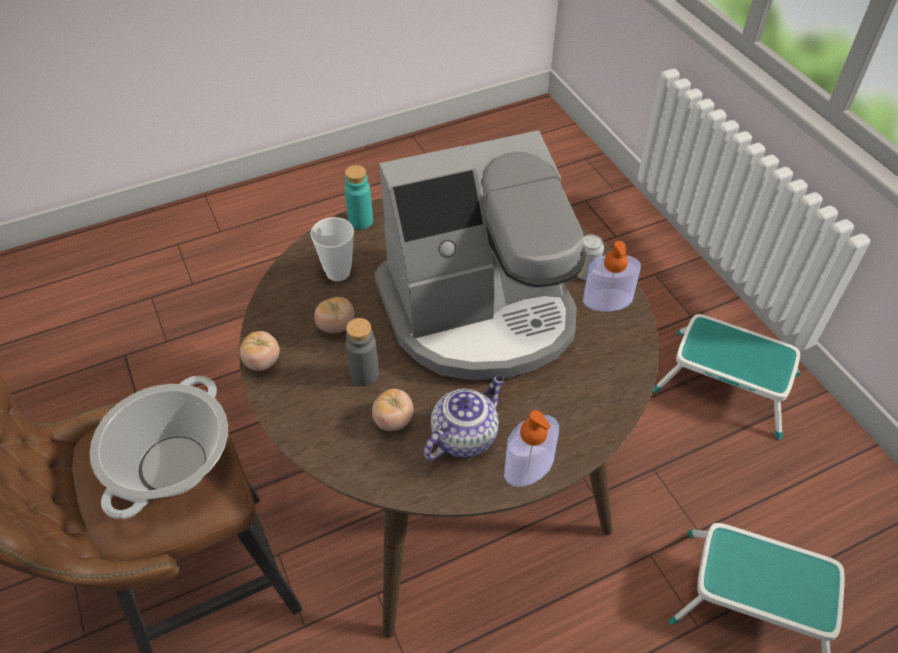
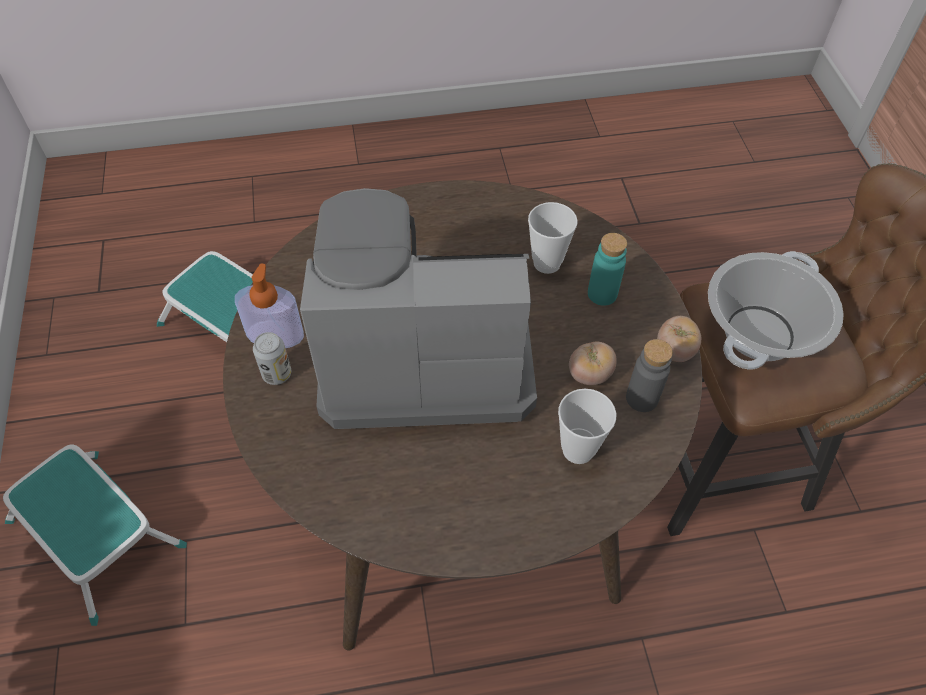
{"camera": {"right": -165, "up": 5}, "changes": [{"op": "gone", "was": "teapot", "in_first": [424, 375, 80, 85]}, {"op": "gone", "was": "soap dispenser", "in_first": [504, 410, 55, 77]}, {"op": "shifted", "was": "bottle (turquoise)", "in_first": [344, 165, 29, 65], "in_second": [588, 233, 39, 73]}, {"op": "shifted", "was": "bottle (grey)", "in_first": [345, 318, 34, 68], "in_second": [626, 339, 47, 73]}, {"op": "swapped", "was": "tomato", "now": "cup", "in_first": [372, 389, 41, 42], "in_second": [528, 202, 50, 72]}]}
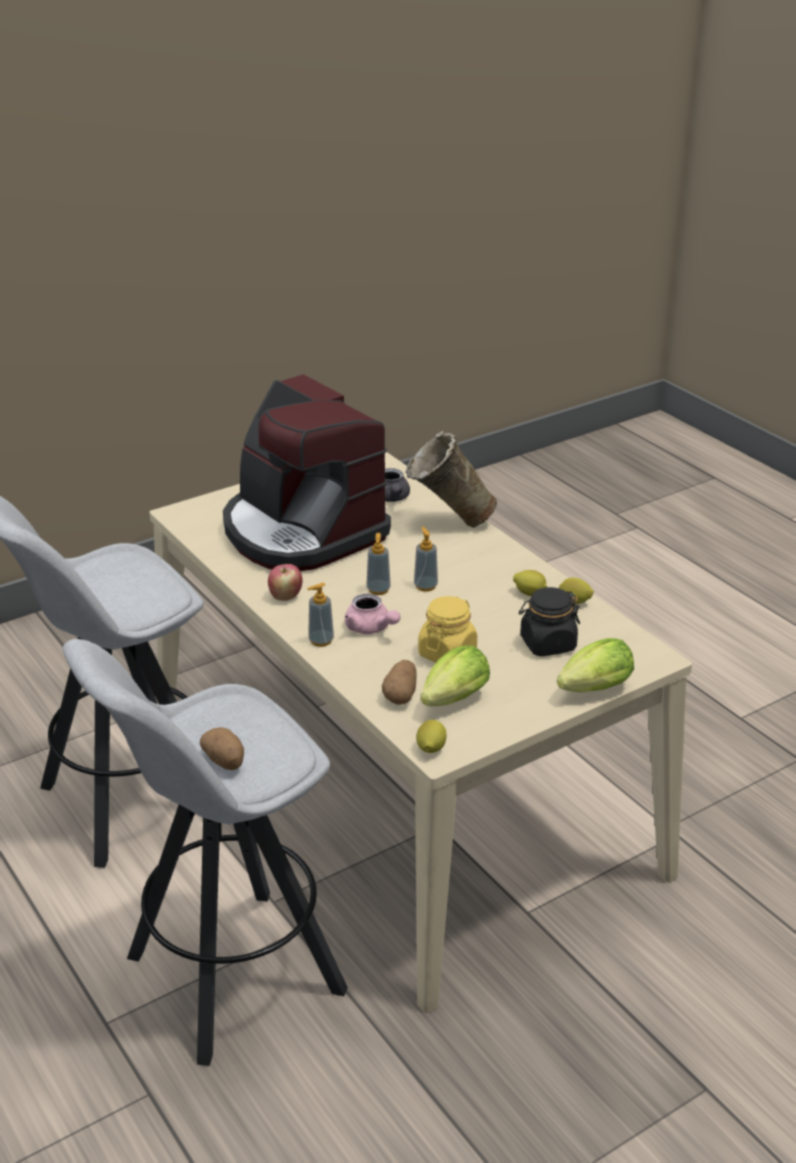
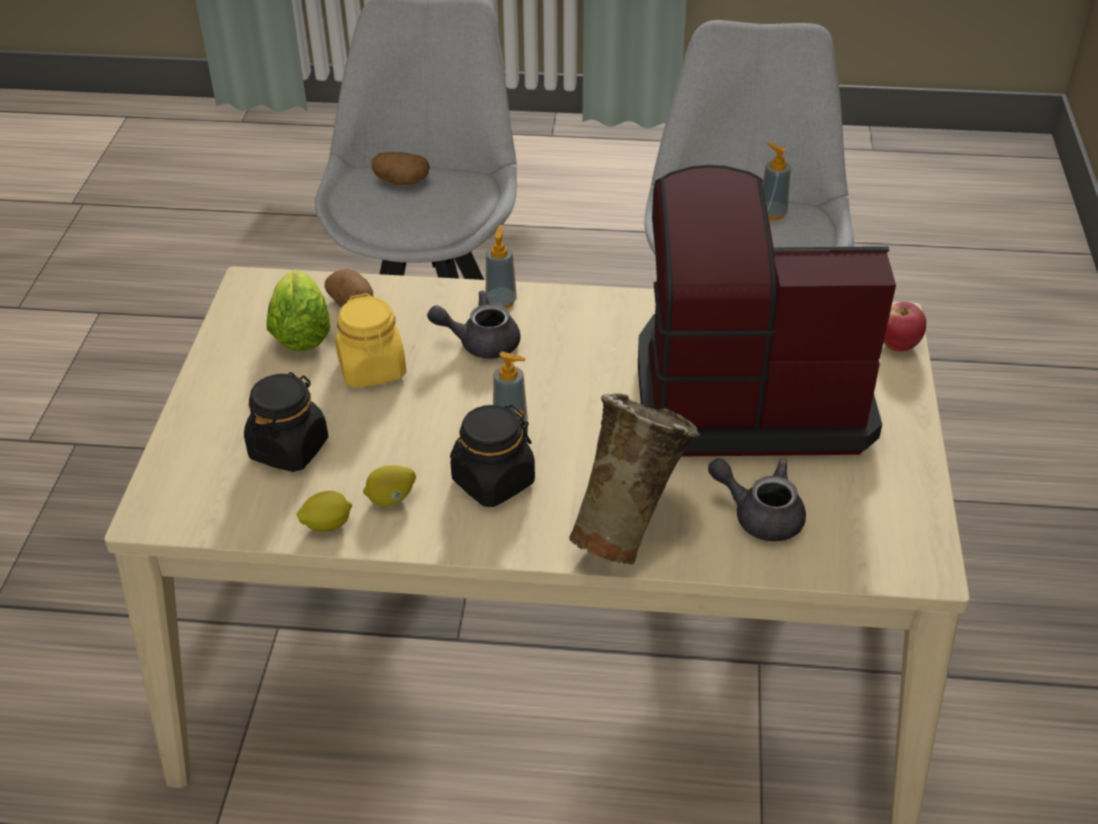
{"camera": {"right": 130, "up": 10}, "changes": [{"op": "gone", "was": "lemon", "in_first": [416, 720, 30, 33]}, {"op": "gone", "was": "lettuce", "in_first": [557, 638, 77, 54]}, {"op": "new", "now": "jar (black)", "in_second": [450, 405, 85, 102]}, {"op": "shifted", "was": "apple", "in_first": [268, 564, 34, 37], "in_second": [884, 302, 42, 50]}, {"op": "shifted", "was": "soap dispenser", "in_first": [366, 533, 25, 62], "in_second": [762, 142, 29, 79]}, {"op": "repainted", "was": "teapot (pink)", "now": "teapot (grey)", "in_first": [345, 594, 56, 40], "in_second": [427, 291, 94, 68]}]}
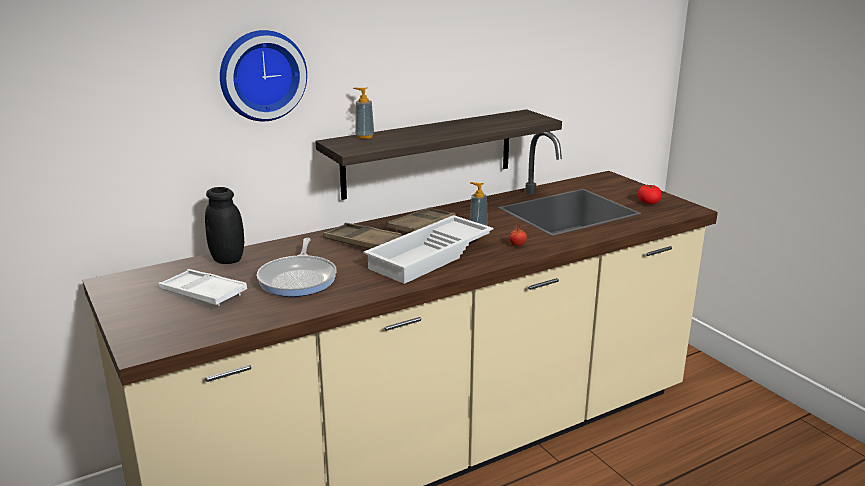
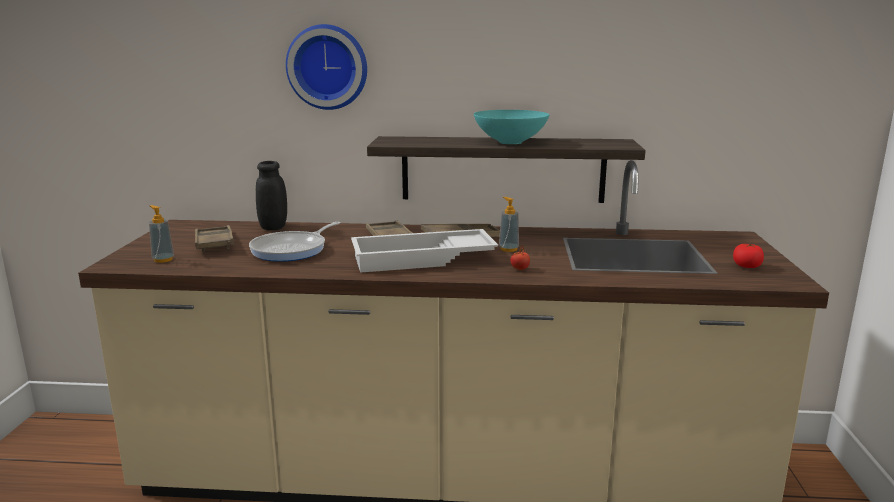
{"camera": {"right": 35, "up": -5}, "changes": [{"op": "new", "now": "bowl (turquoise)", "in_second": [474, 110, 75, 34]}, {"op": "shifted", "was": "soap dispenser", "in_first": [353, 87, 21, 52], "in_second": [149, 205, 25, 58]}, {"op": "repainted", "was": "tray (white)", "now": "tray (brown)", "in_first": [158, 269, 89, 37], "in_second": [195, 225, 39, 27]}]}
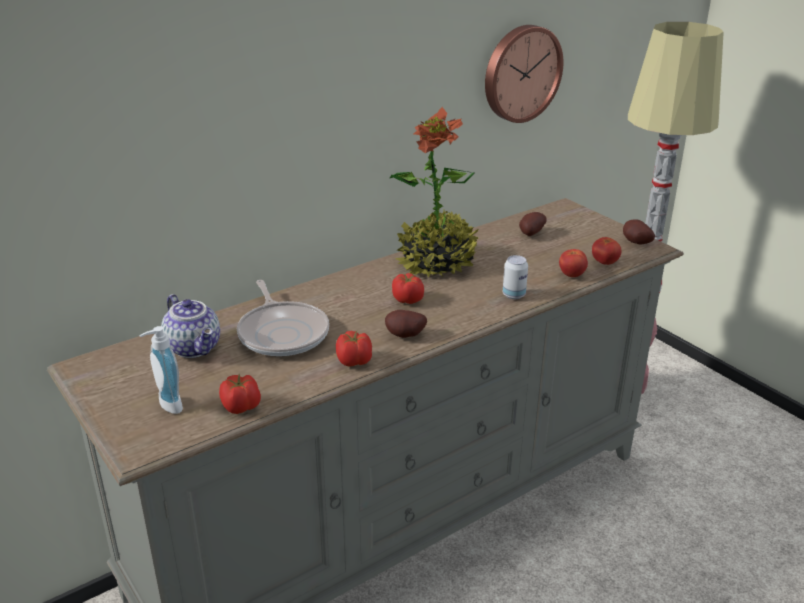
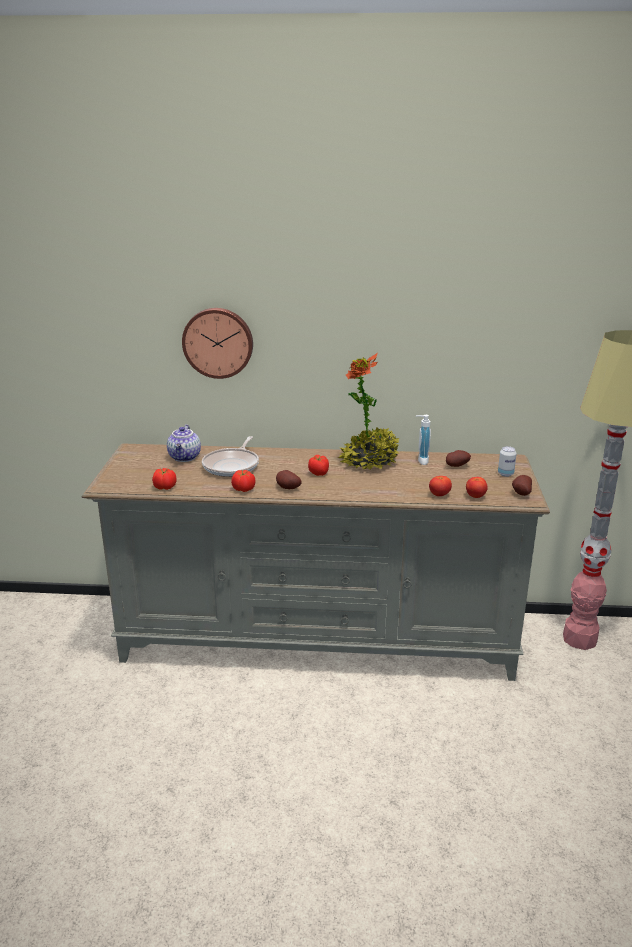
{"camera": {"right": 40, "up": -5}, "changes": [{"op": "shifted", "was": "soap dispenser", "in_first": [139, 326, 44, 88], "in_second": [416, 415, 15, 50]}, {"op": "shifted", "was": "wall clock", "in_first": [485, 25, 78, 98], "in_second": [182, 308, 71, 71]}, {"op": "shifted", "was": "can", "in_first": [503, 255, 25, 44], "in_second": [498, 446, 19, 31]}]}
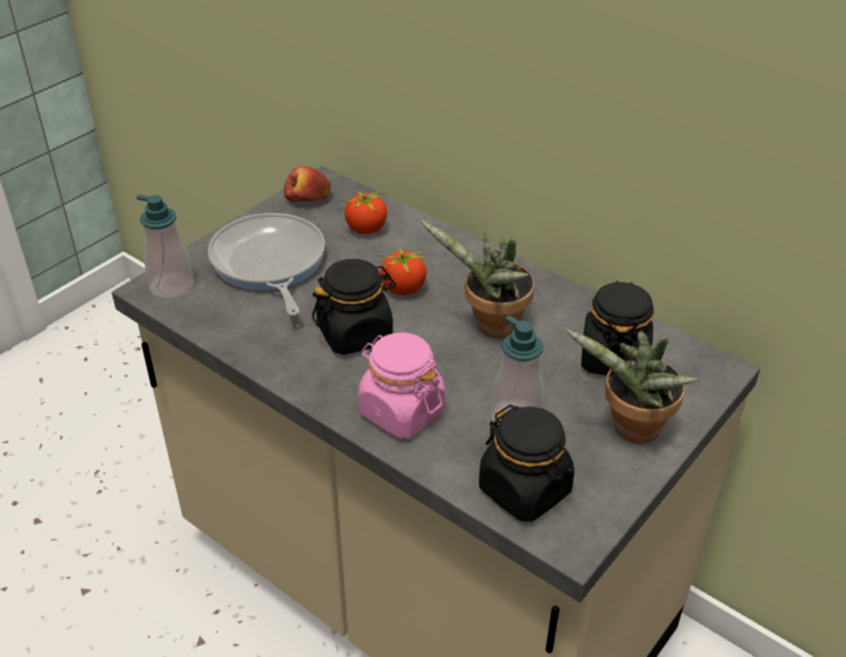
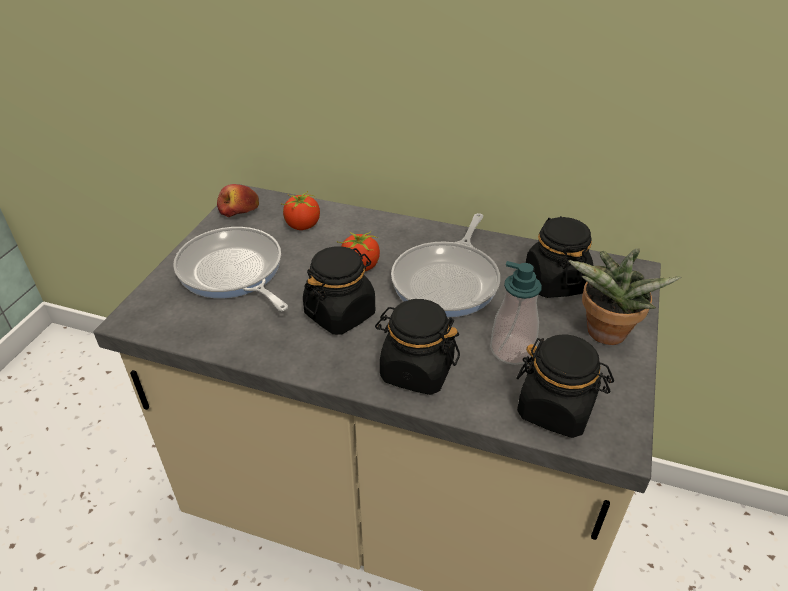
{"camera": {"right": -20, "up": 0}, "changes": [{"op": "gone", "was": "soap dispenser", "in_first": [136, 195, 58, 104]}, {"op": "swapped", "was": "potted plant", "now": "frying pan", "in_first": [420, 220, 115, 118], "in_second": [391, 213, 109, 104]}, {"op": "repainted", "was": "jar (pink)", "now": "jar (black)", "in_first": [358, 332, 87, 107], "in_second": [375, 299, 85, 96]}]}
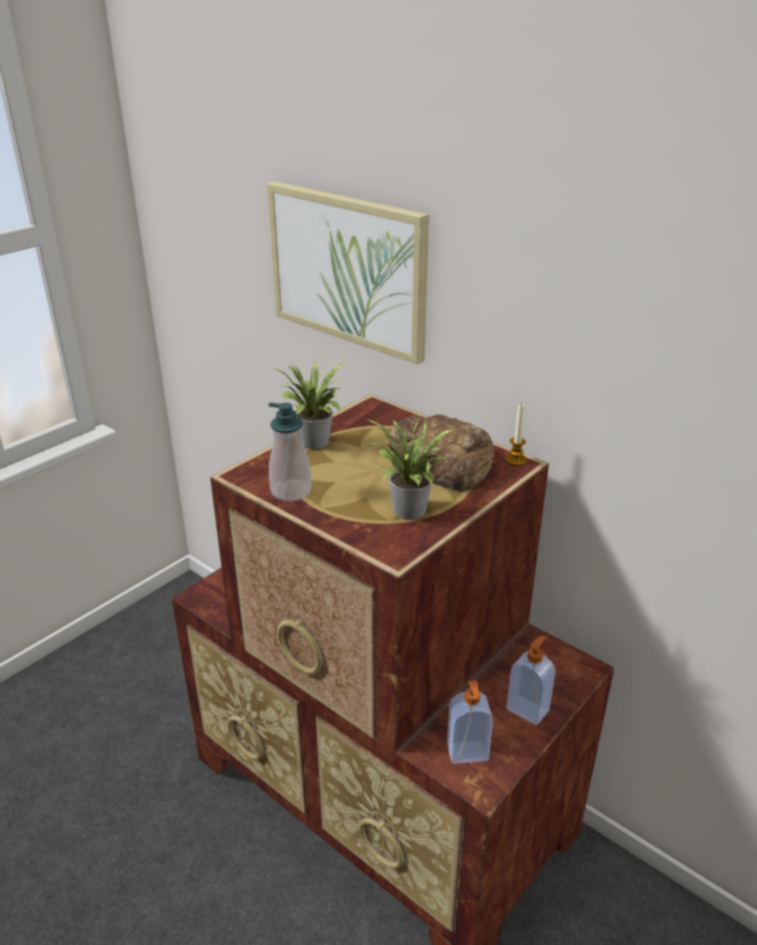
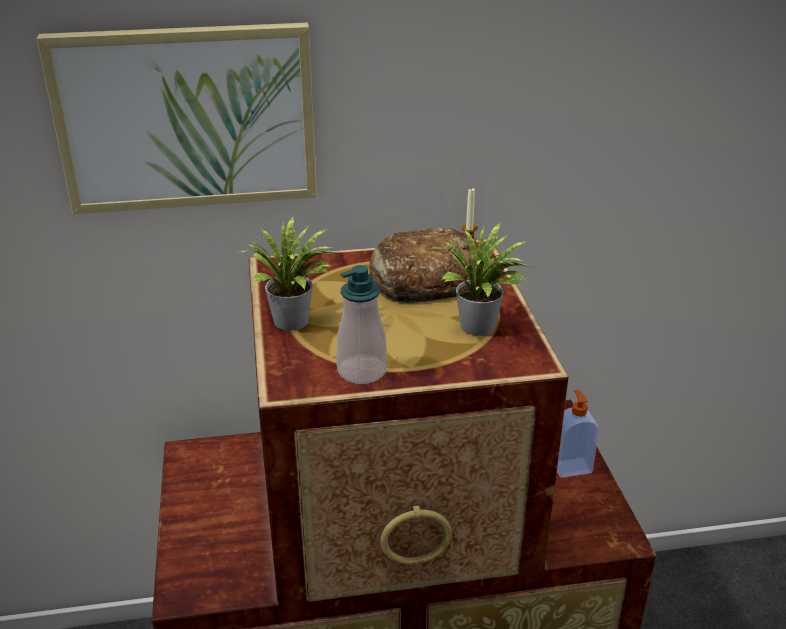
{"camera": {"right": -50, "up": 0}, "changes": [{"op": "gone", "was": "soap dispenser", "in_first": [447, 681, 46, 83]}]}
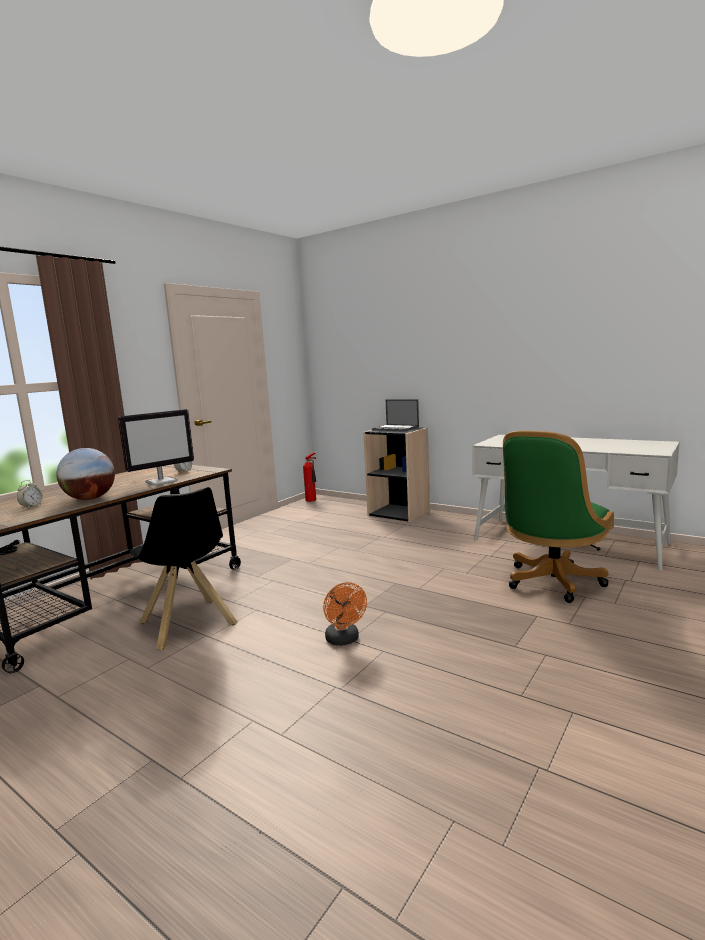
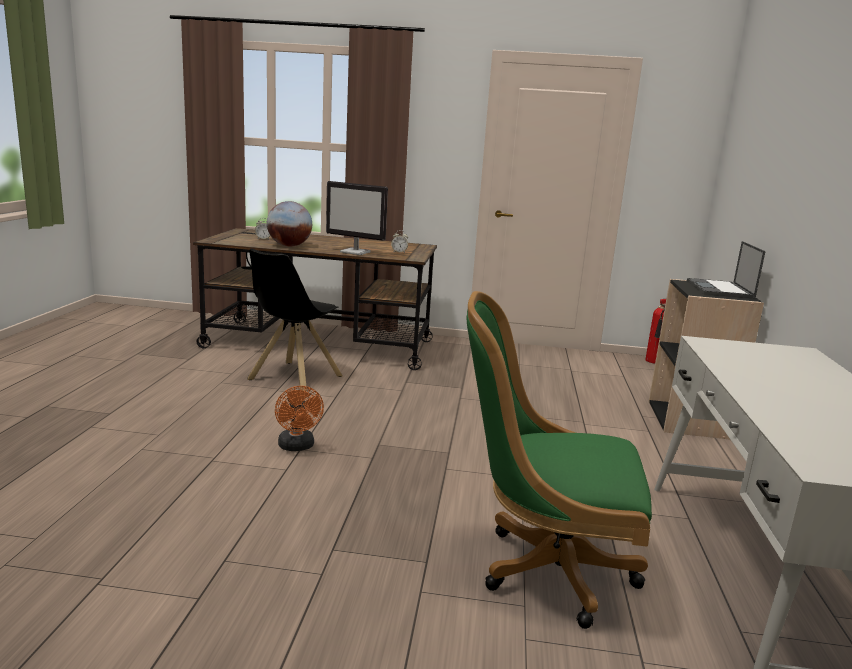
{"camera": {"right": 60, "up": 5}, "changes": [{"op": "rotated", "was": "fan (orange)", "in_first": [323, 582, 44, 64], "in_second": [275, 386, 49, 65], "clockwise": -60}]}
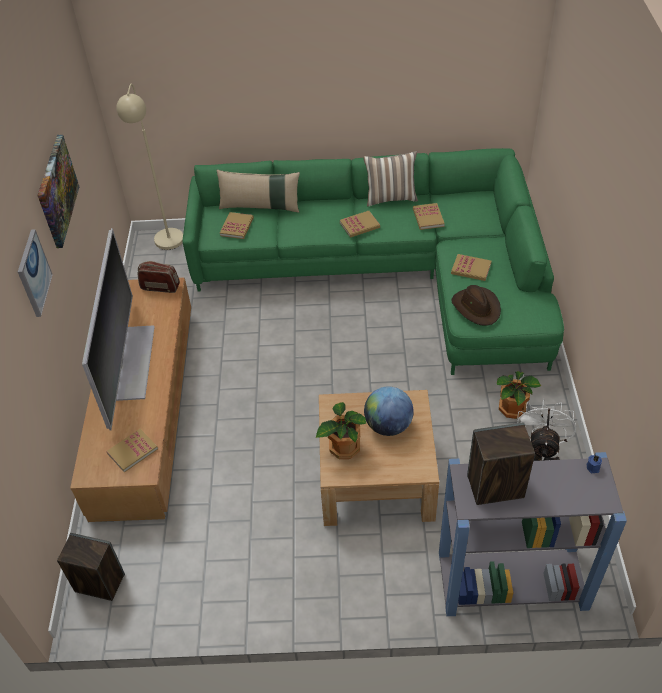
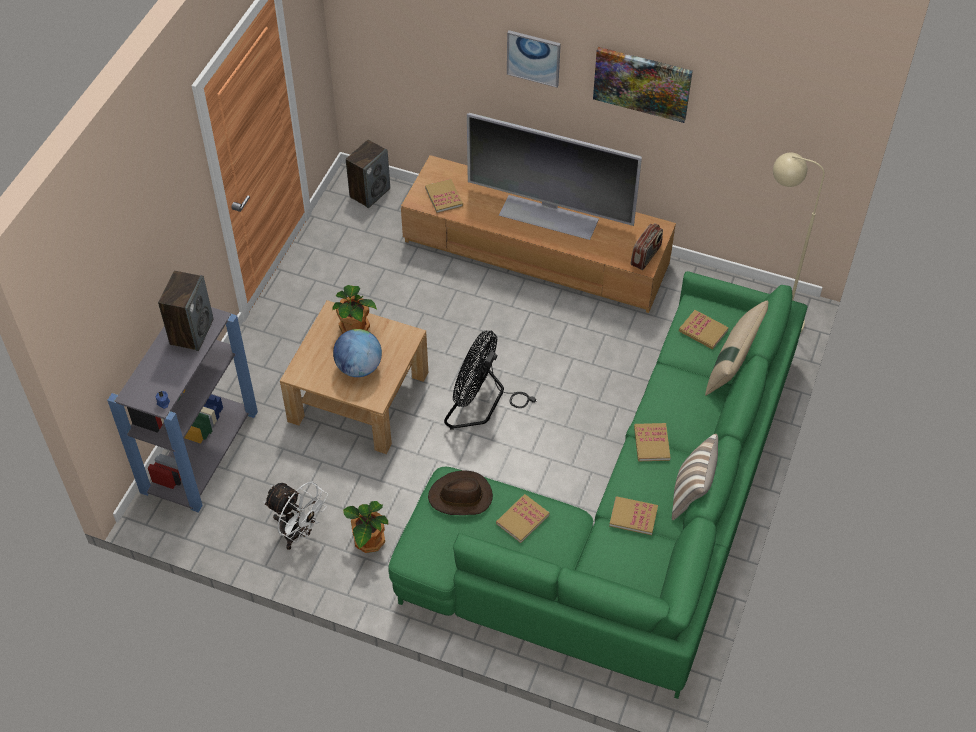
{"camera": {"right": 110, "up": 5}, "changes": [{"op": "new", "now": "fan (black)", "in_second": [444, 330, 92, 100]}]}
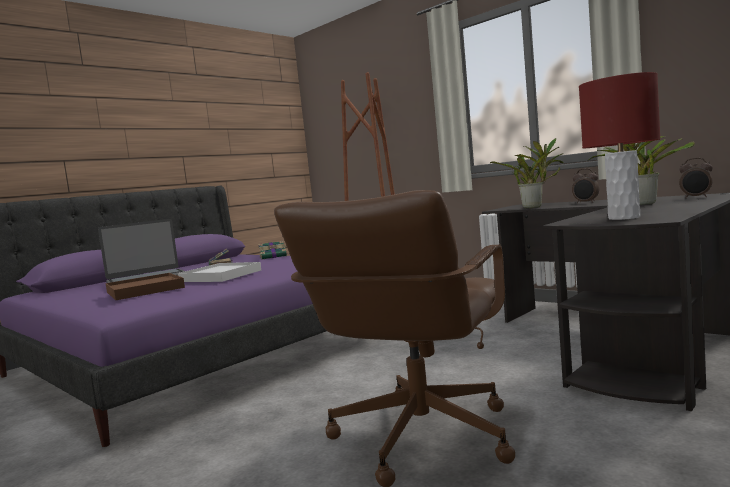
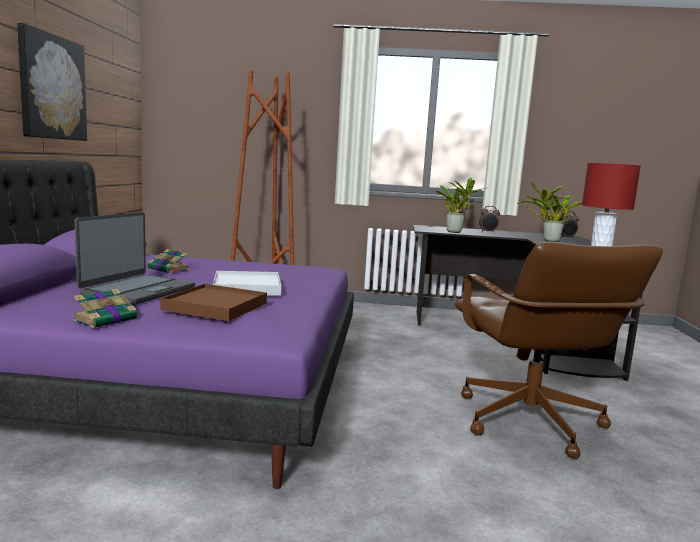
{"camera": {"right": -40, "up": 5}, "changes": [{"op": "new", "now": "picture", "in_second": [17, 23, 70, 118]}, {"op": "shifted", "was": "book", "in_first": [258, 241, 31, 18], "in_second": [73, 289, 68, 39]}]}
